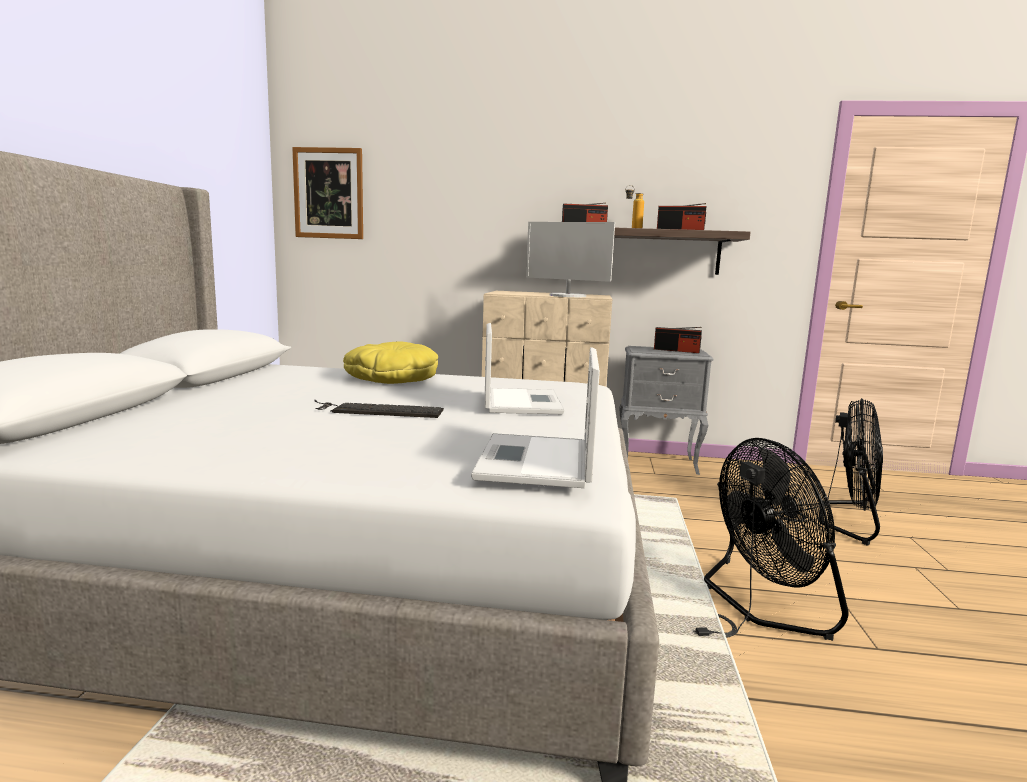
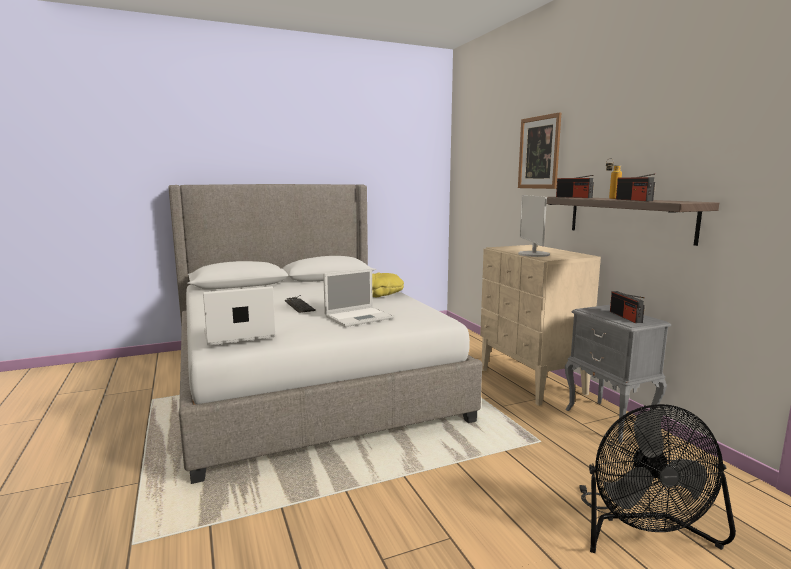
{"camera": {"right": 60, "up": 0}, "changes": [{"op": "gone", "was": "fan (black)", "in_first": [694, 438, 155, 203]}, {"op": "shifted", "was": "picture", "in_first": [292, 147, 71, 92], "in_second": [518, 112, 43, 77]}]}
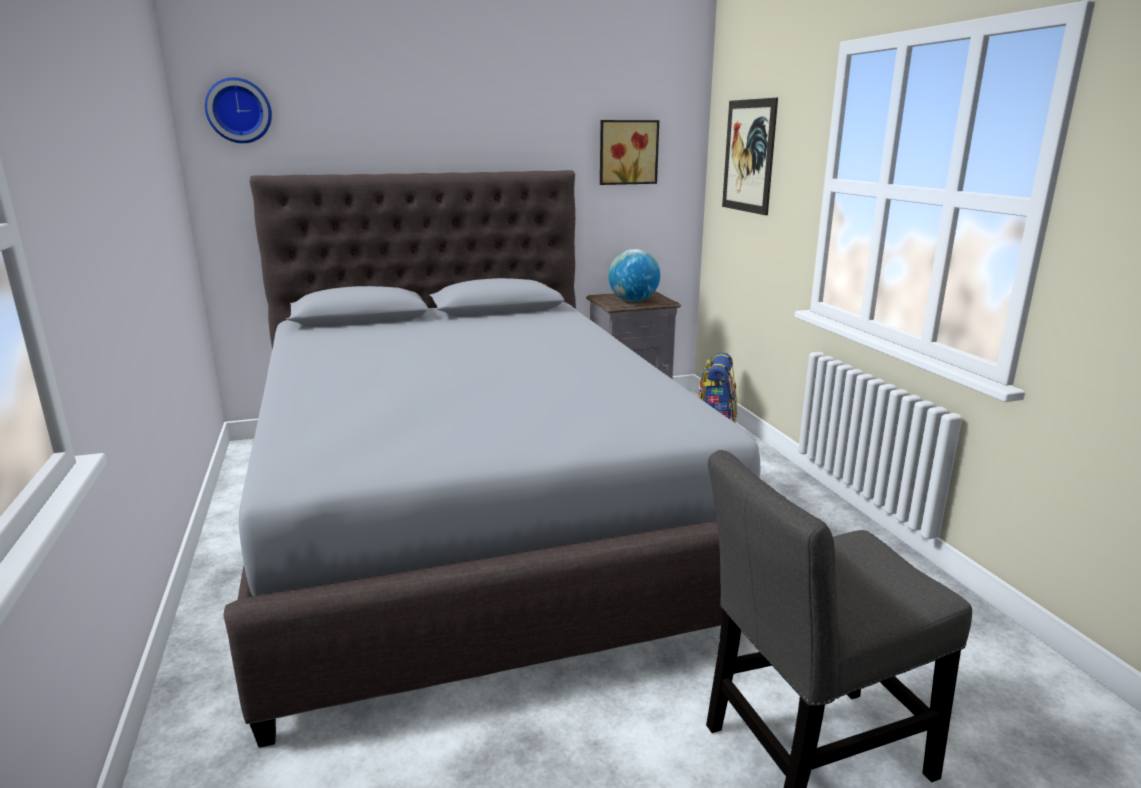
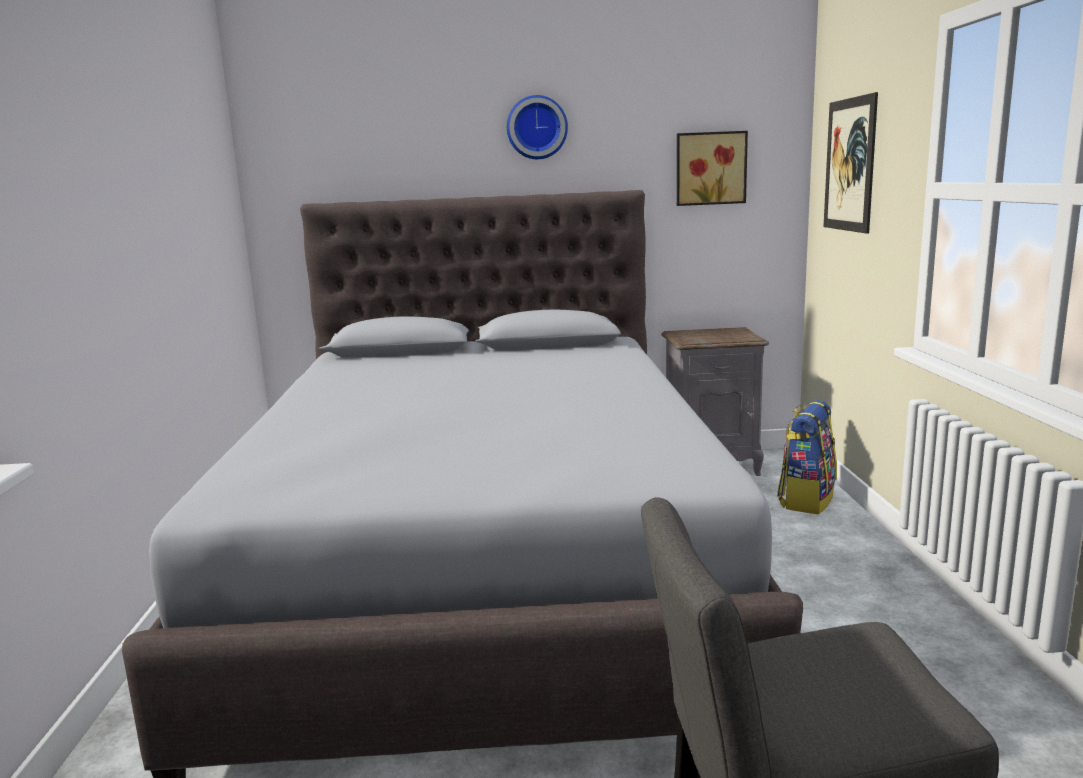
{"camera": {"right": 15, "up": -5}, "changes": [{"op": "gone", "was": "globe", "in_first": [608, 249, 52, 53]}, {"op": "shifted", "was": "wall clock", "in_first": [205, 78, 67, 65], "in_second": [507, 95, 61, 64]}]}
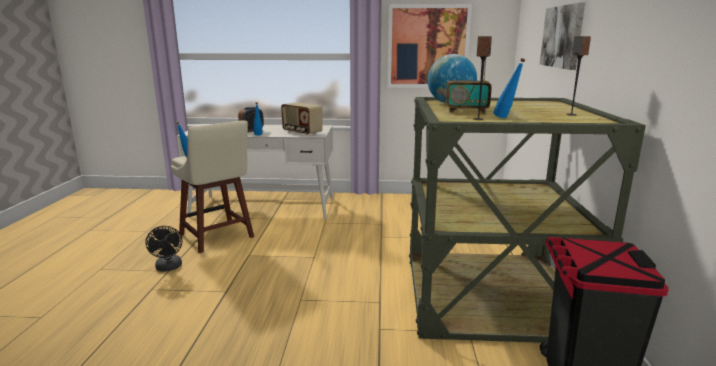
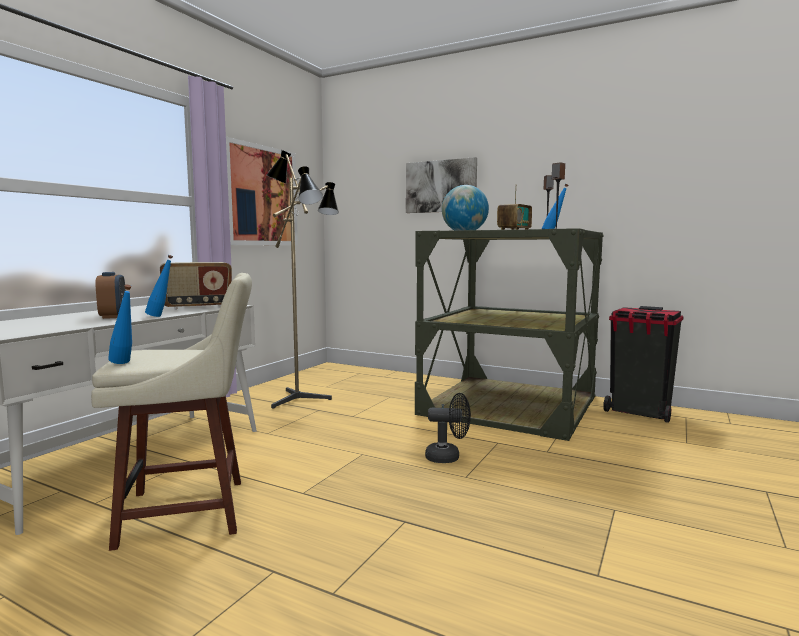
{"camera": {"right": -65, "up": -10}, "changes": [{"op": "new", "now": "floor lamp", "in_second": [267, 150, 72, 259]}, {"op": "shifted", "was": "fan (black)", "in_first": [145, 226, 37, 45], "in_second": [425, 393, 46, 70]}]}
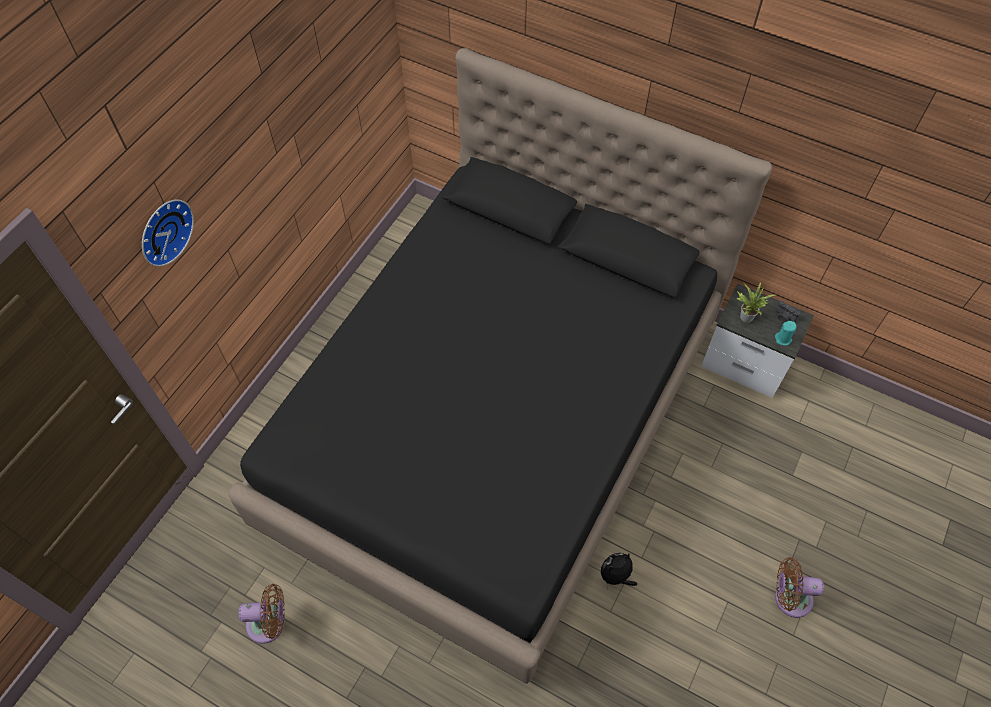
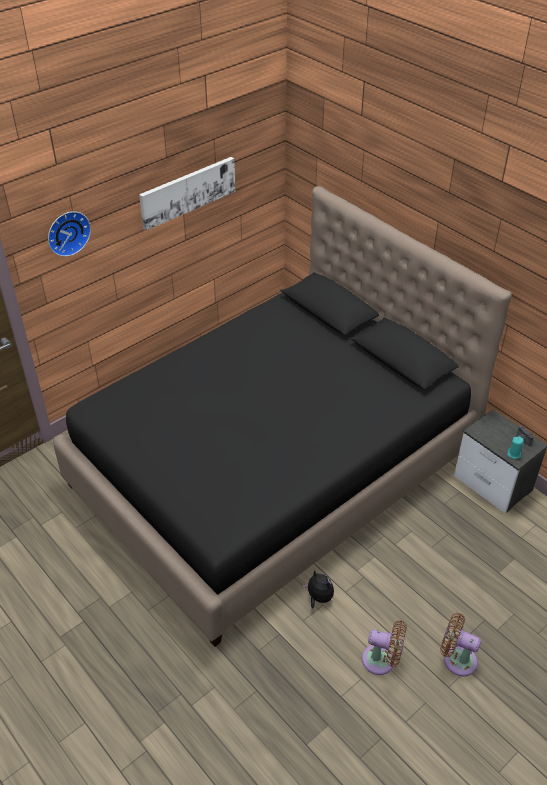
{"camera": {"right": 20, "up": -15}, "changes": [{"op": "gone", "was": "potted plant", "in_first": [736, 282, 39, 41]}, {"op": "new", "now": "picture", "in_second": [139, 157, 96, 73]}, {"op": "shifted", "was": "fan (brown)", "in_first": [239, 584, 46, 60], "in_second": [362, 621, 45, 54]}, {"op": "rotated", "was": "plush toy", "in_first": [601, 553, 36, 33], "in_second": [303, 570, 31, 38], "clockwise": 60}]}
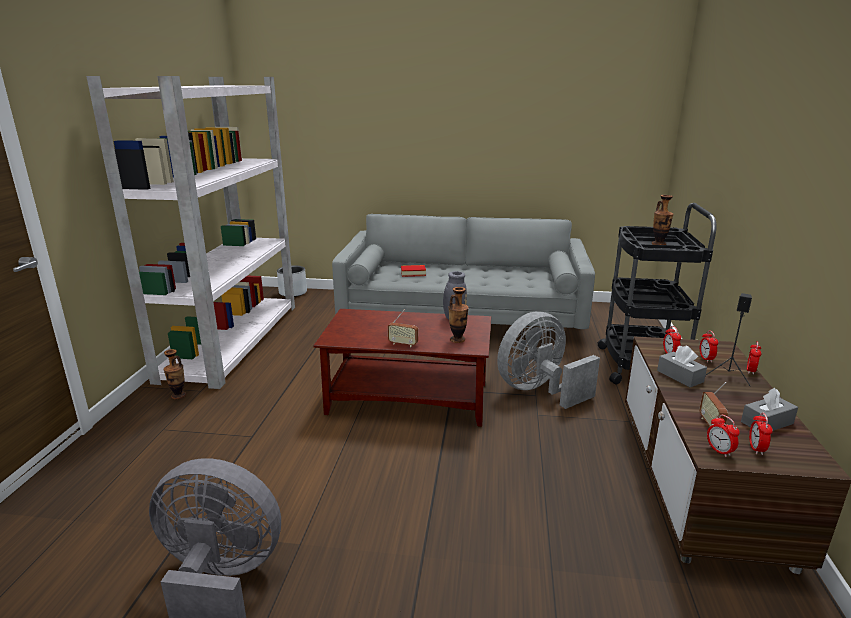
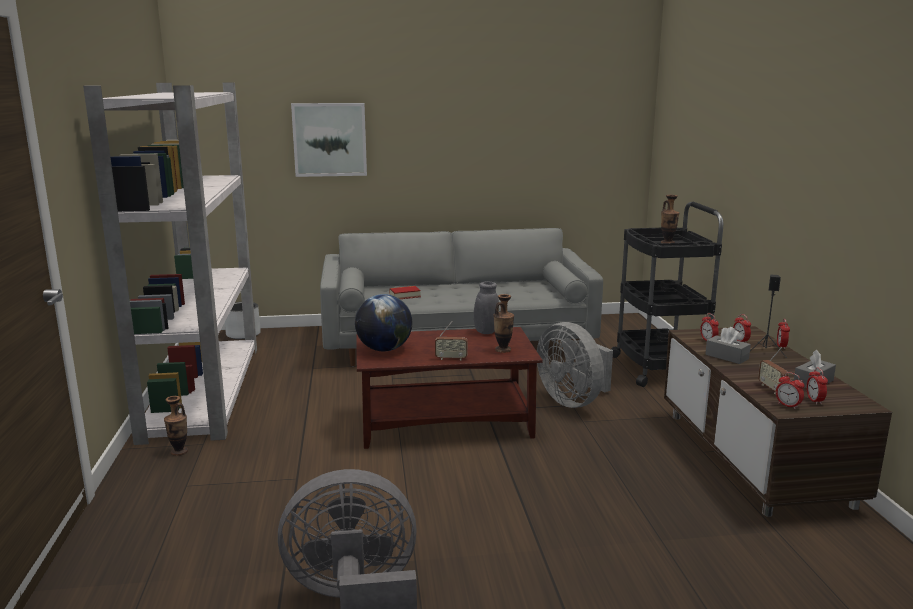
{"camera": {"right": -15, "up": -5}, "changes": [{"op": "new", "now": "picture", "in_second": [291, 103, 76, 74]}, {"op": "new", "now": "globe", "in_second": [355, 294, 57, 57]}, {"op": "rotated", "was": "fan (grey)", "in_first": [497, 311, 103, 98], "in_second": [537, 322, 76, 86], "clockwise": -75}]}
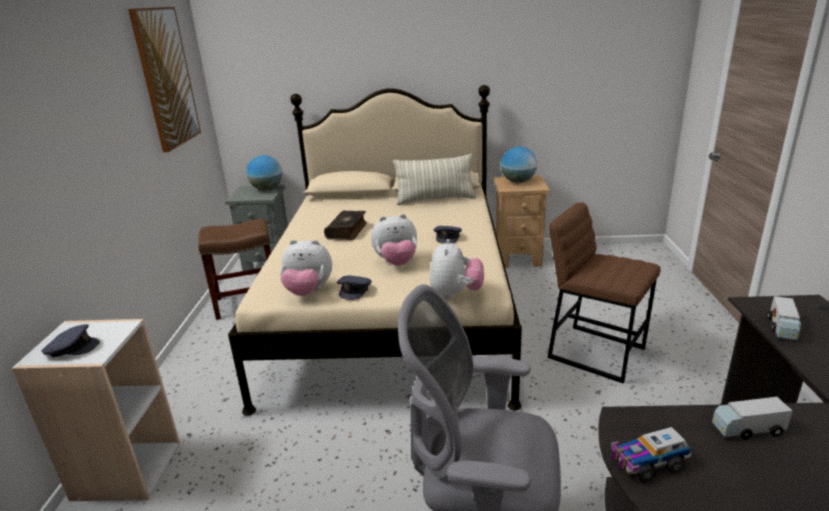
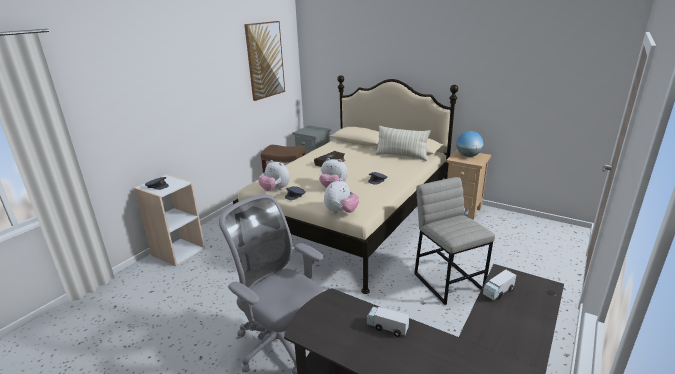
{"camera": {"right": 30, "up": 0}, "changes": [{"op": "gone", "was": "globe", "in_first": [246, 155, 36, 35]}, {"op": "gone", "was": "toy truck", "in_first": [611, 427, 81, 56]}, {"op": "repainted", "was": "chair (brown)", "now": "chair (grey)", "in_first": [548, 202, 113, 181], "in_second": [414, 177, 81, 128]}]}
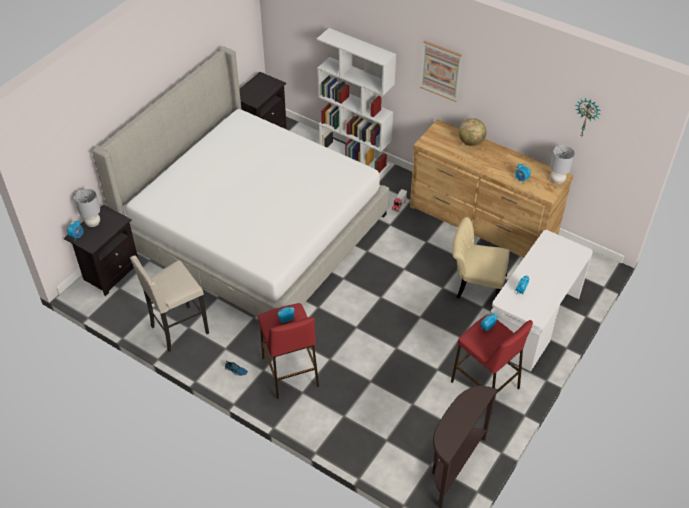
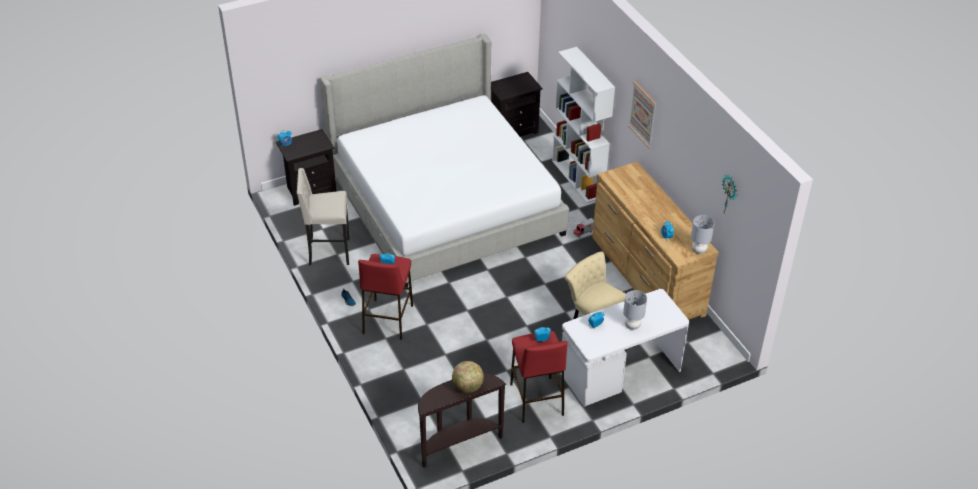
{"camera": {"right": 30, "up": -5}, "changes": [{"op": "shifted", "was": "table lamp (grey)", "in_first": [75, 189, 25, 38], "in_second": [623, 290, 24, 40]}, {"op": "shifted", "was": "globe", "in_first": [459, 118, 27, 28], "in_second": [452, 361, 32, 32]}]}
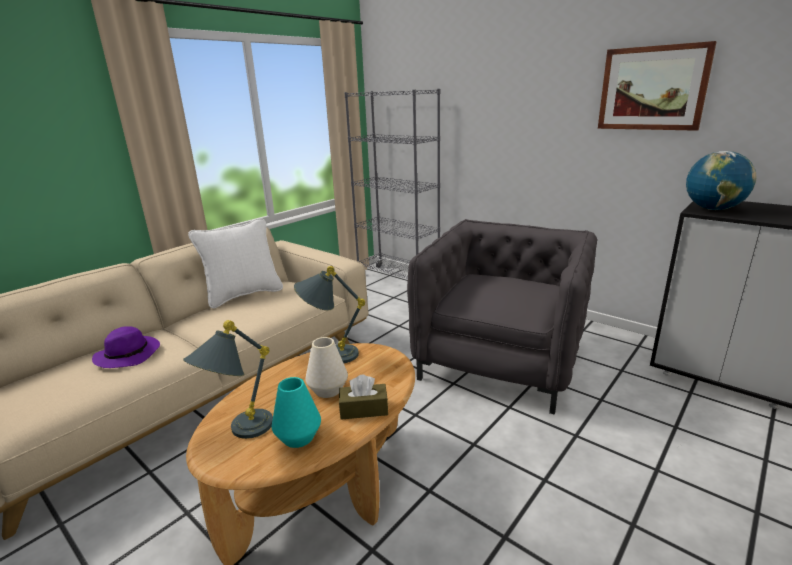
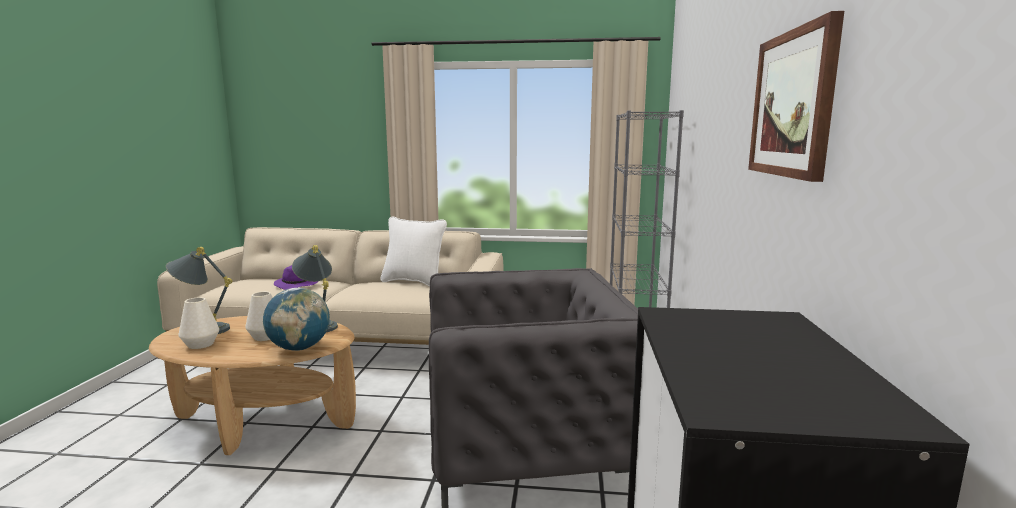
{"camera": {"right": 55, "up": -10}, "changes": [{"op": "gone", "was": "tissue box (brown)", "in_first": [339, 374, 49, 46]}, {"op": "shifted", "was": "globe", "in_first": [686, 151, 70, 59], "in_second": [263, 288, 67, 63]}, {"op": "repainted", "was": "vase (turquoise)", "now": "vase (white)", "in_first": [272, 377, 49, 71], "in_second": [179, 297, 40, 52]}]}
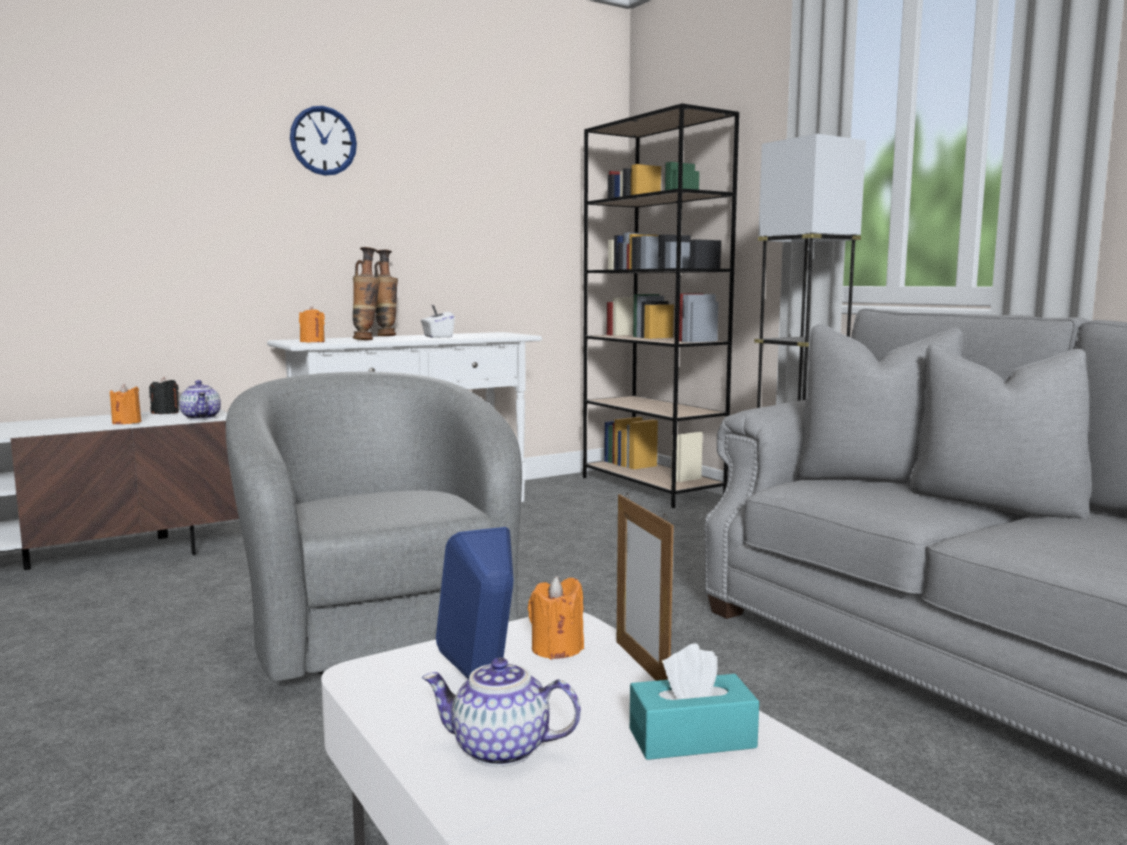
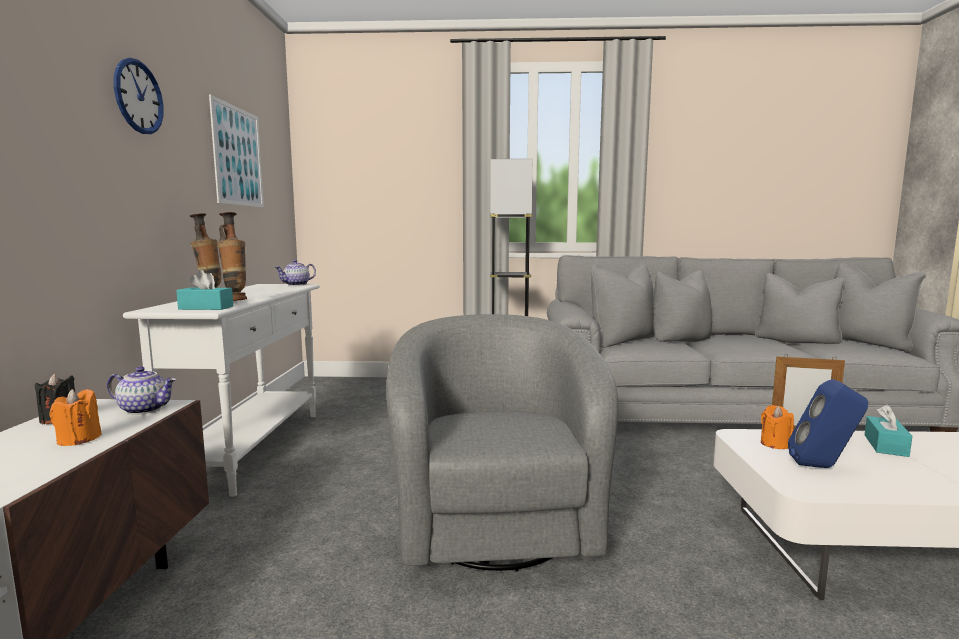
{"camera": {"right": -55, "up": 0}, "changes": [{"op": "gone", "was": "tissue box (white)", "in_first": [421, 305, 34, 33]}, {"op": "gone", "was": "bookcase (beige)", "in_first": [583, 103, 156, 405]}, {"op": "new", "now": "picture", "in_second": [209, 95, 55, 113]}, {"op": "shifted", "was": "teapot", "in_first": [422, 657, 159, 110], "in_second": [275, 260, 41, 26]}, {"op": "swapped", "was": "candle (orange)", "now": "tissue box (turquoise)", "in_first": [299, 306, 26, 36], "in_second": [176, 270, 57, 40]}, {"op": "rotated", "was": "armchair (grey)", "in_first": [226, 372, 296, 309], "in_second": [386, 314, 232, 258], "clockwise": 75}]}
